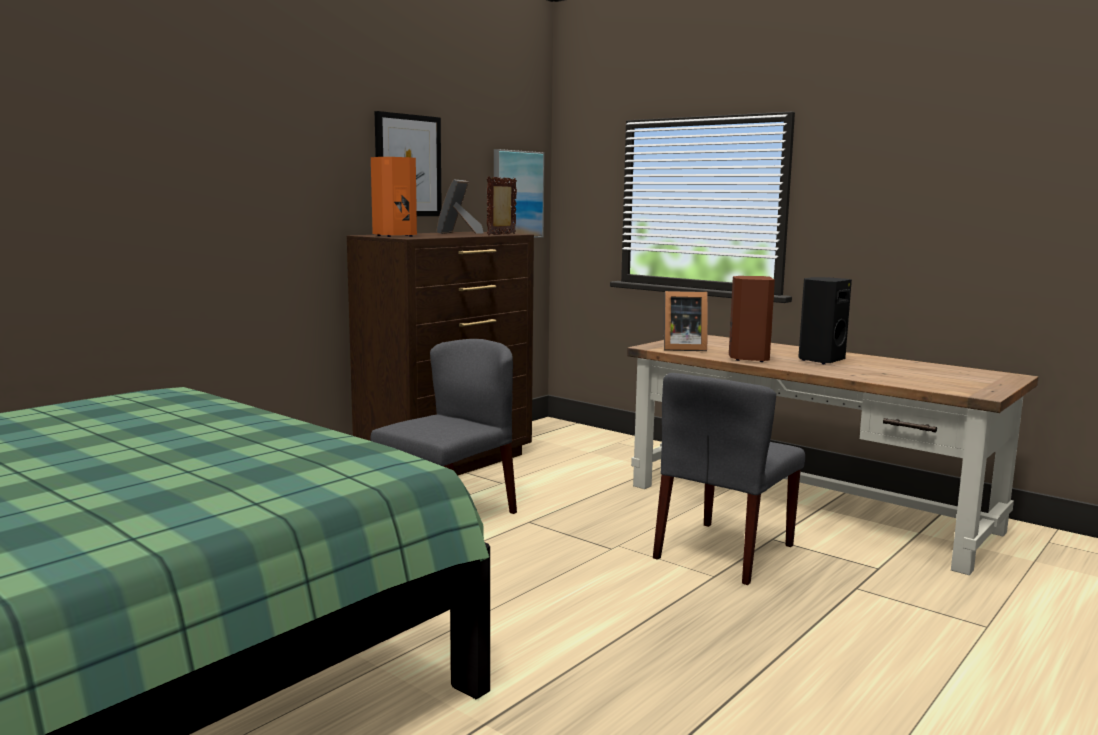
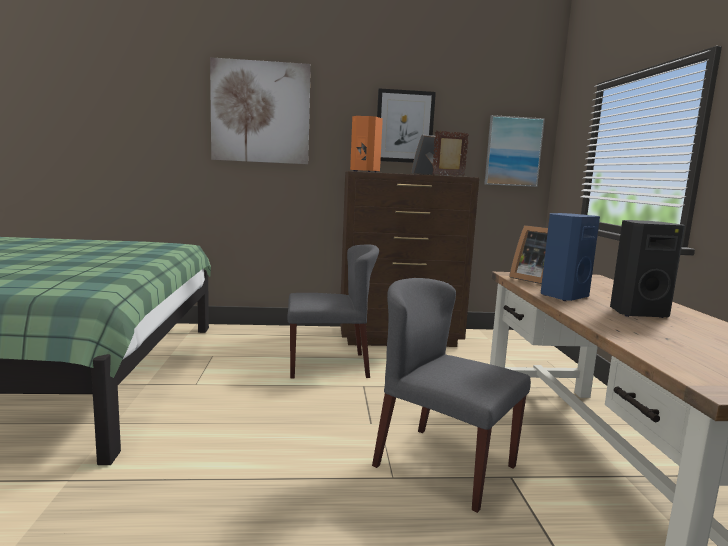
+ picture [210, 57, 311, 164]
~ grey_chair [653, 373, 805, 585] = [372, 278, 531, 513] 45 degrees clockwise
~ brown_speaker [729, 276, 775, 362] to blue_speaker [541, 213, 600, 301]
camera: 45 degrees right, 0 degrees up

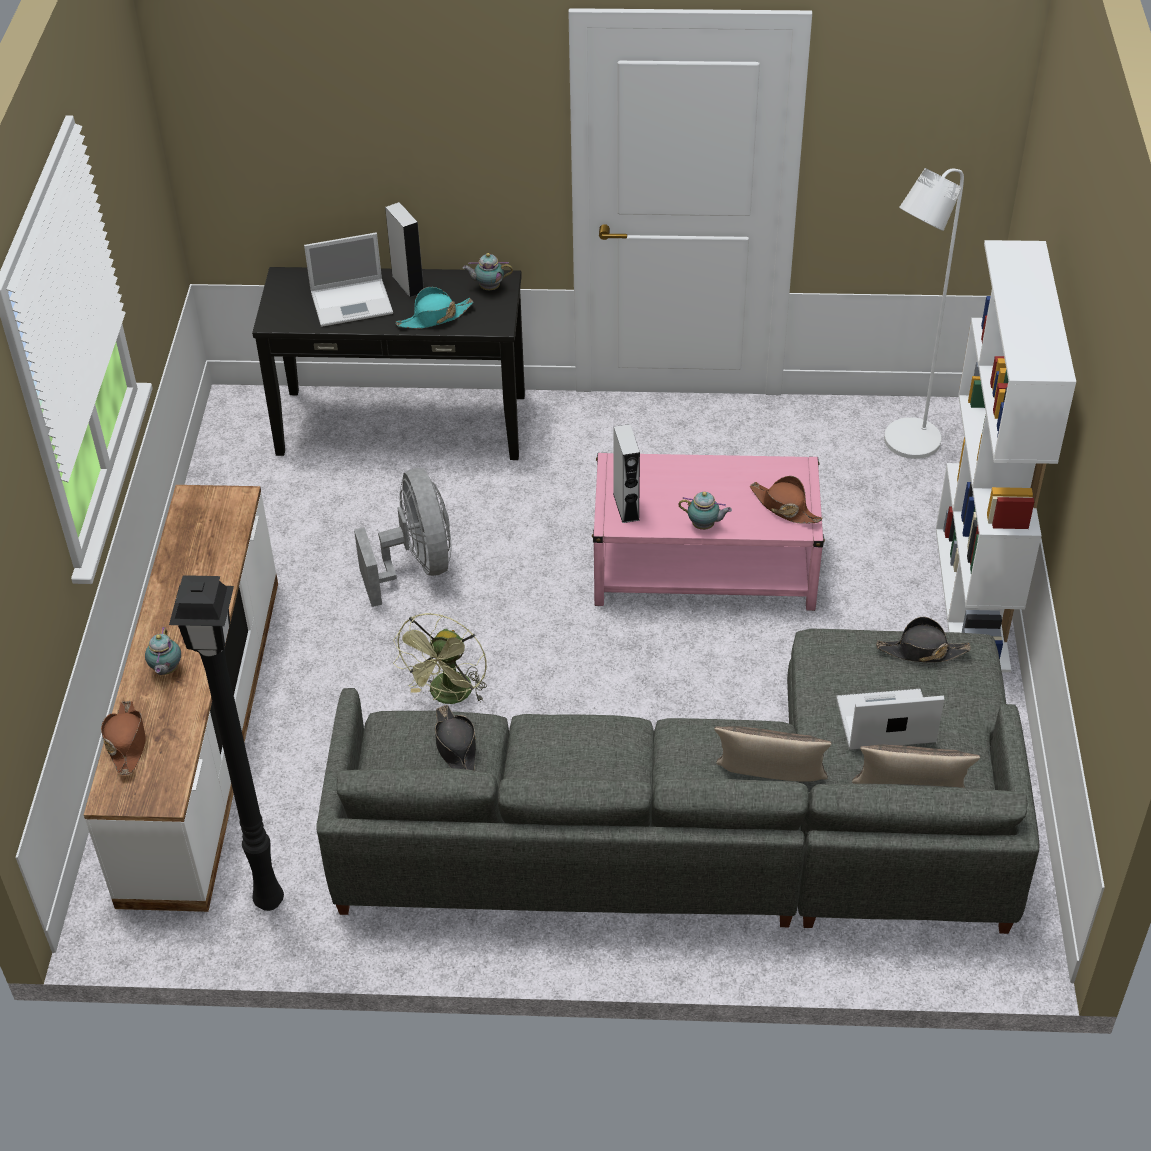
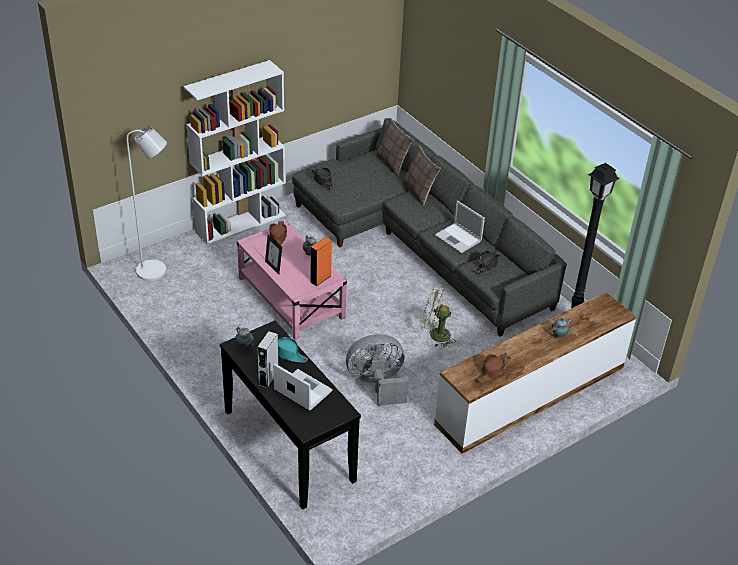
+ picture_frame [265, 234, 282, 274]
~ grey_speaker [613, 424, 640, 523] to orange_speaker [310, 237, 332, 286]
~ grey_fan [354, 468, 452, 607] = [346, 334, 409, 406] 45 degrees clockwise
~ green_fan [393, 613, 487, 704] = [421, 286, 456, 347] 150 degrees counterclockwise
~ laptop [836, 689, 944, 749] to [435, 201, 485, 253]
~ brown_hat [101, 701, 145, 775] to [476, 354, 510, 383]
camera: 130 degrees left, 5 degrees down

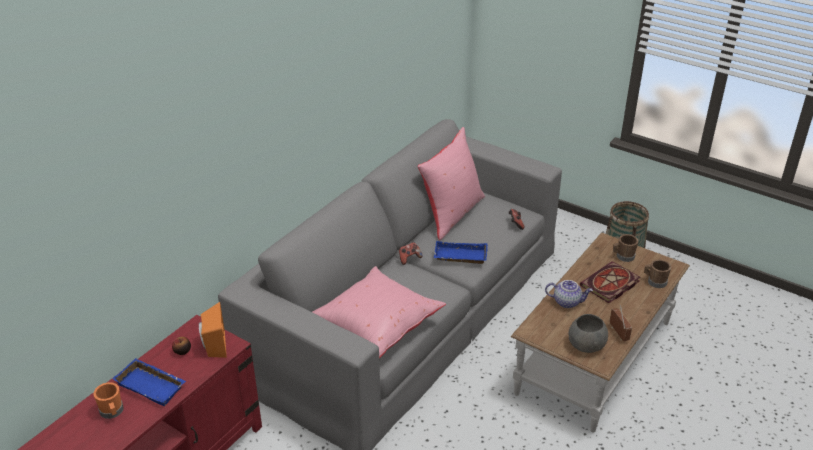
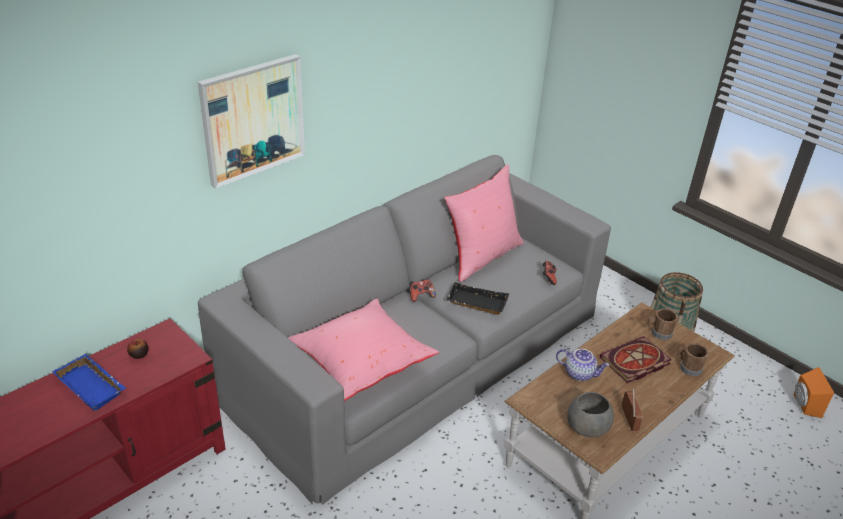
+ picture [198, 54, 305, 189]
~ blue_tray [434, 241, 488, 264] to black_tray [446, 282, 509, 315]
~ orange_speaker [199, 302, 227, 358] to [794, 367, 834, 418]
- orange_mug [94, 382, 124, 419]
camera: 10 degrees right, 0 degrees up

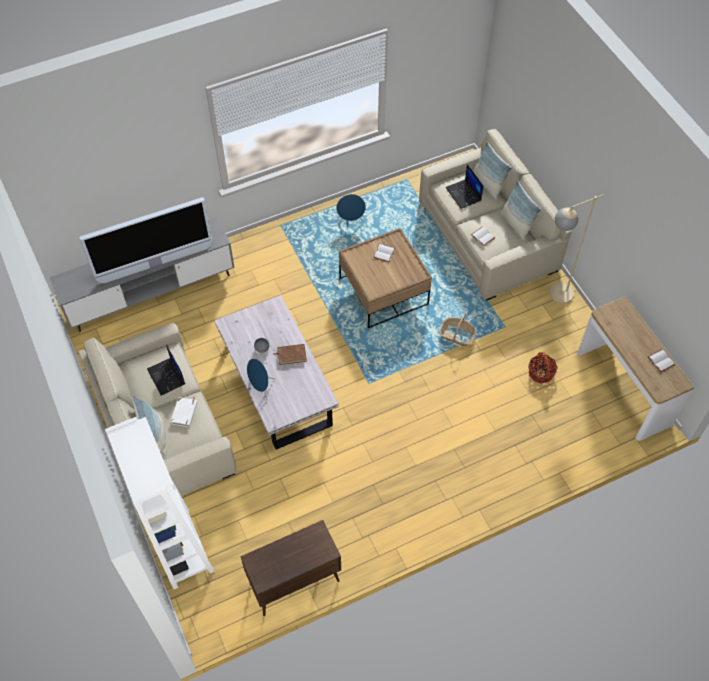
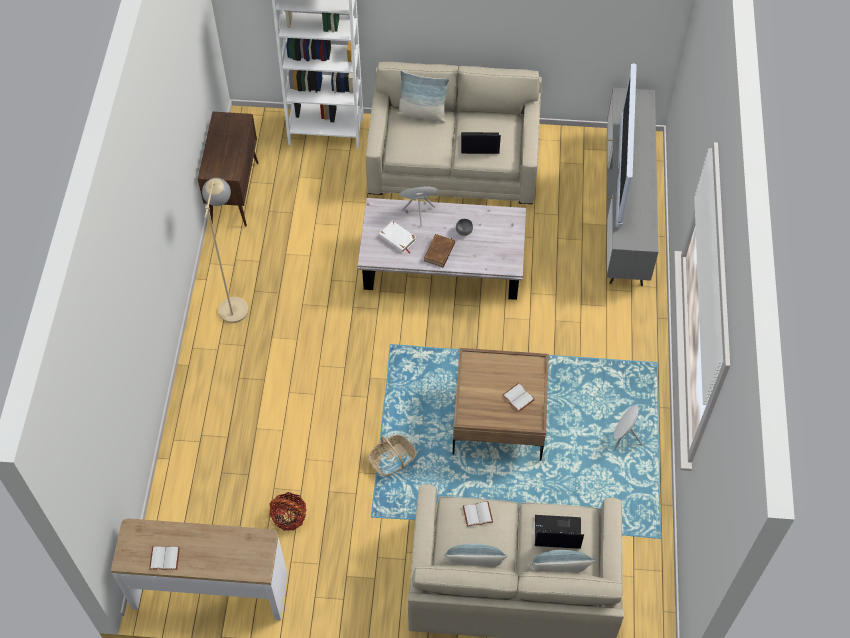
~ beige_floor_lamp [550, 194, 604, 304] to [202, 178, 249, 323]
~ white_book [171, 397, 198, 427] to [379, 221, 416, 254]
~ blue_speaker [336, 194, 366, 225] to white_speaker [614, 405, 643, 451]
camera: 120 degrees right, 0 degrees up

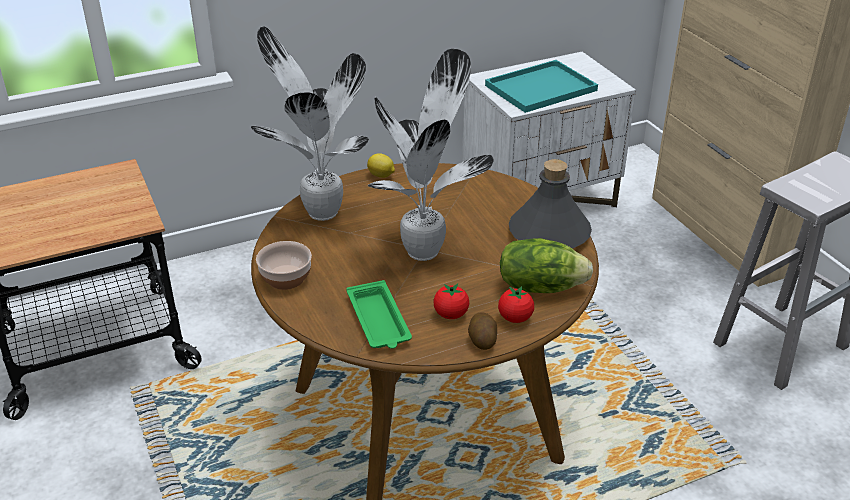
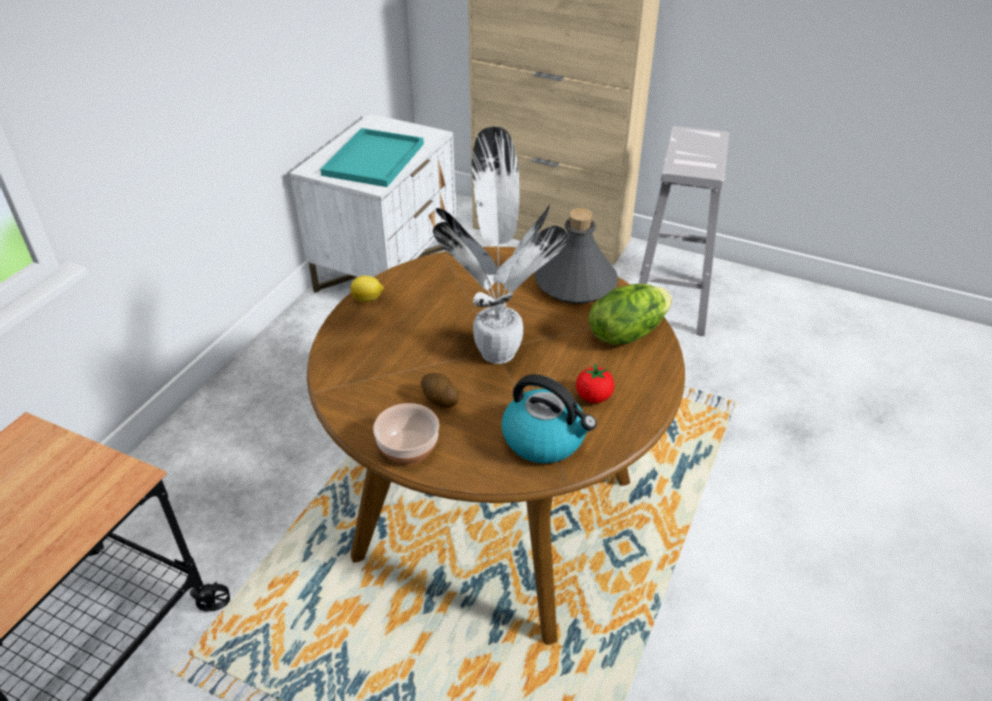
~ potato [468, 312, 497, 350] to [421, 373, 459, 408]
~ green_tray [346, 280, 412, 349] to kettle [501, 374, 597, 463]
- potted_plant [251, 26, 369, 221]
- tomato [498, 286, 534, 323]
camera: 40 degrees left, 5 degrees up

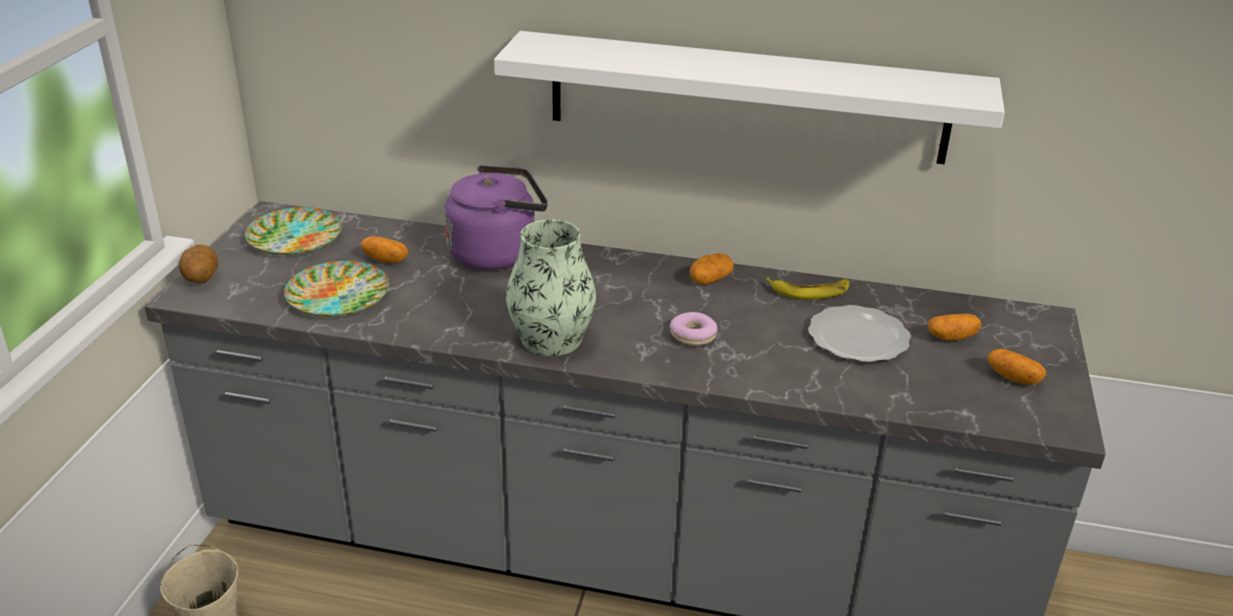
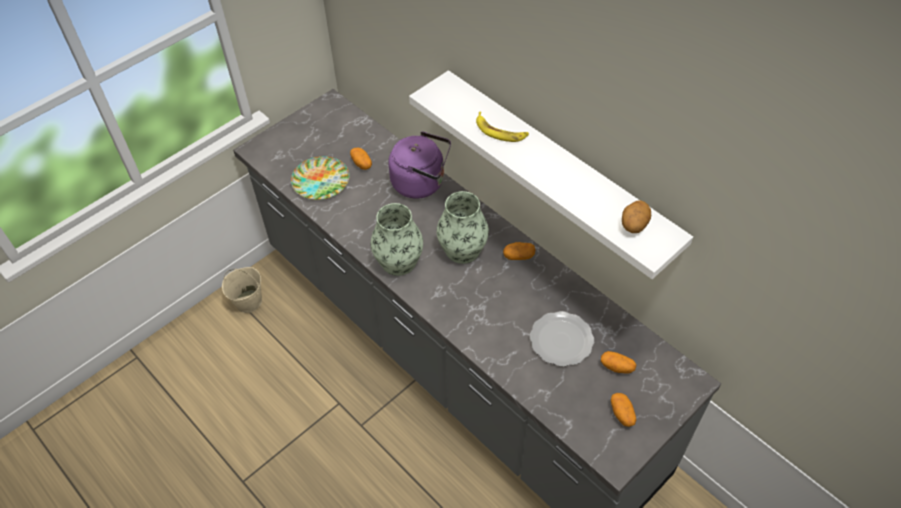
+ vase [436, 191, 489, 264]
~ banana [766, 278, 849, 299] to [476, 112, 529, 142]
~ potato [179, 244, 218, 283] to [622, 200, 651, 233]
- plate [245, 207, 342, 255]
- donut [670, 312, 717, 346]
camera: 35 degrees right, 20 degrees up

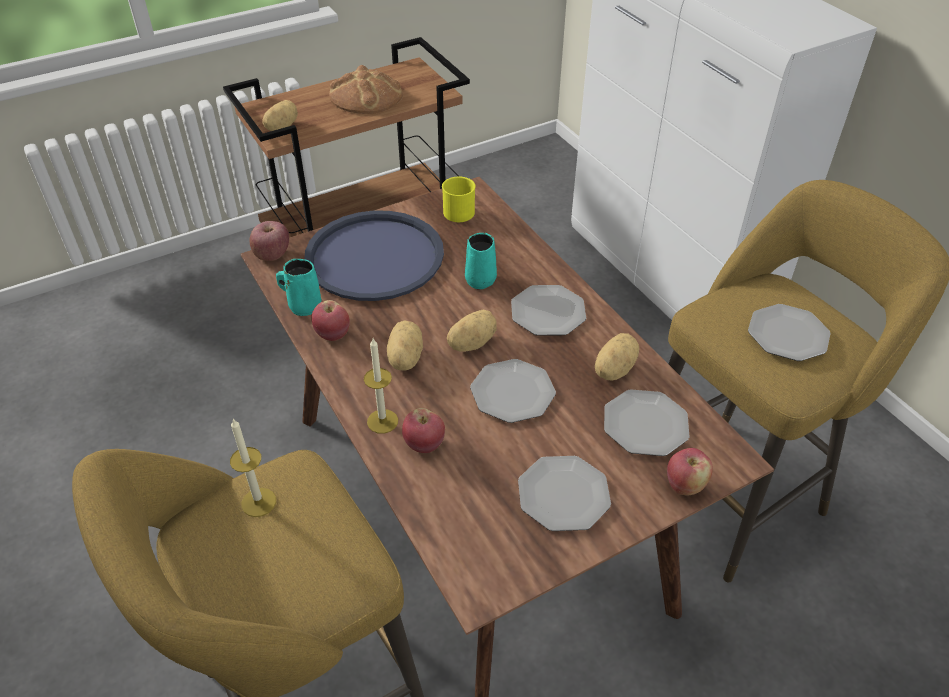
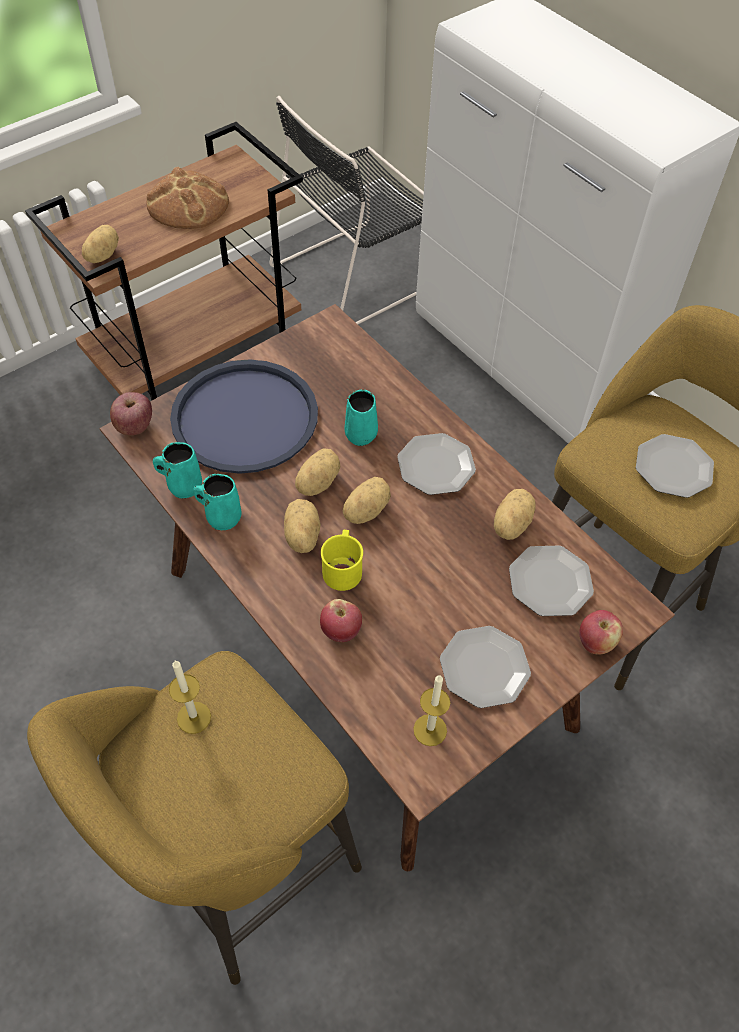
~ apple [311, 300, 350, 341] to turquoise_mug [193, 474, 242, 530]
+ black_chair [269, 96, 424, 324]
+ potato [295, 448, 340, 496]
~ yellow_mug [442, 177, 476, 222] to [321, 530, 363, 591]
~ candle [364, 339, 398, 434] to [413, 675, 450, 746]
- plate [470, 359, 556, 423]
camera: 10 degrees left, 10 degrees up

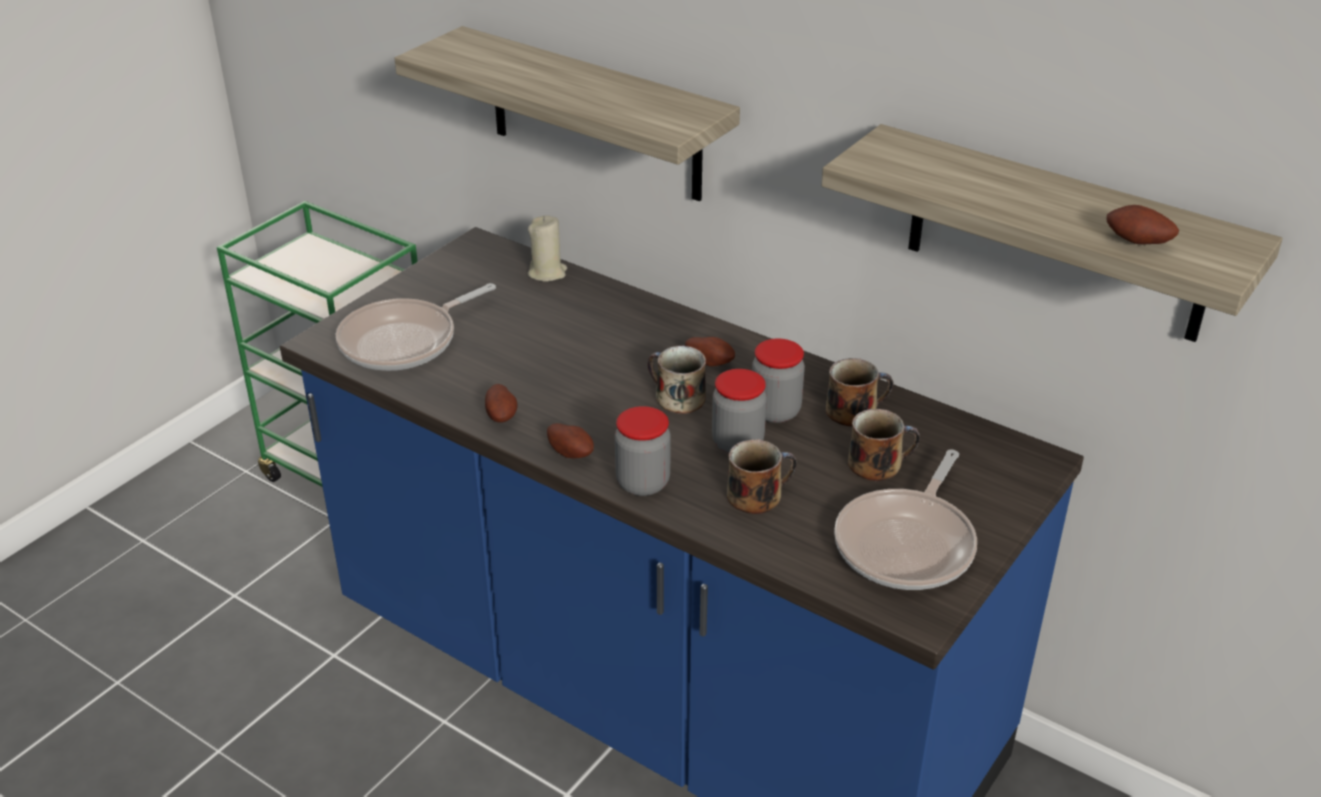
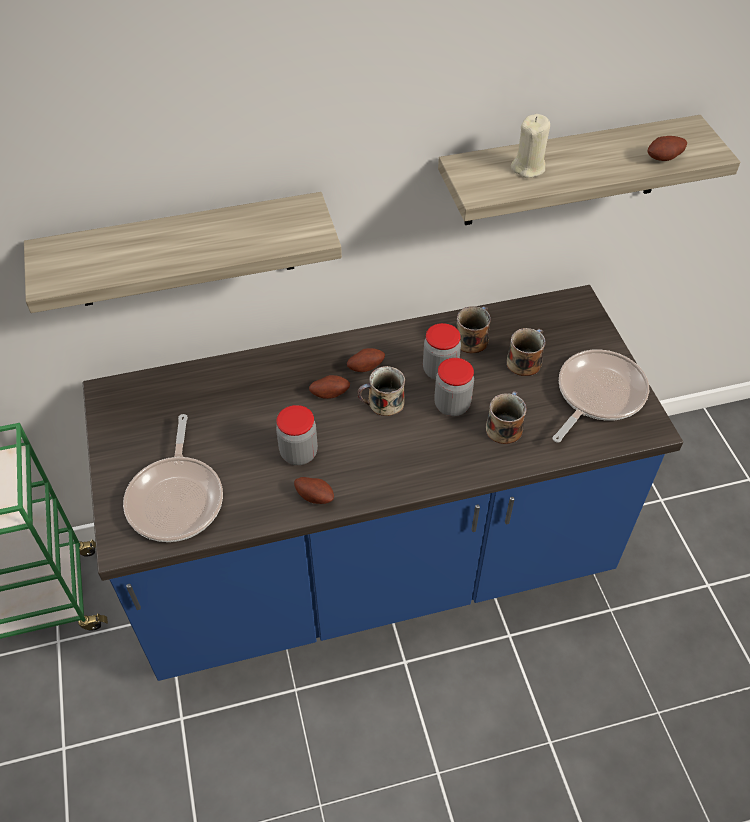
~ jar [615, 406, 671, 496] to [276, 405, 318, 465]
~ potato [547, 423, 594, 459] to [309, 375, 350, 399]
~ beige_candle [527, 215, 567, 282] to [511, 114, 550, 178]
~ frying_pan [834, 450, 977, 590] = [552, 349, 649, 443] 120 degrees counterclockwise
camera: 50 degrees left, 15 degrees up

